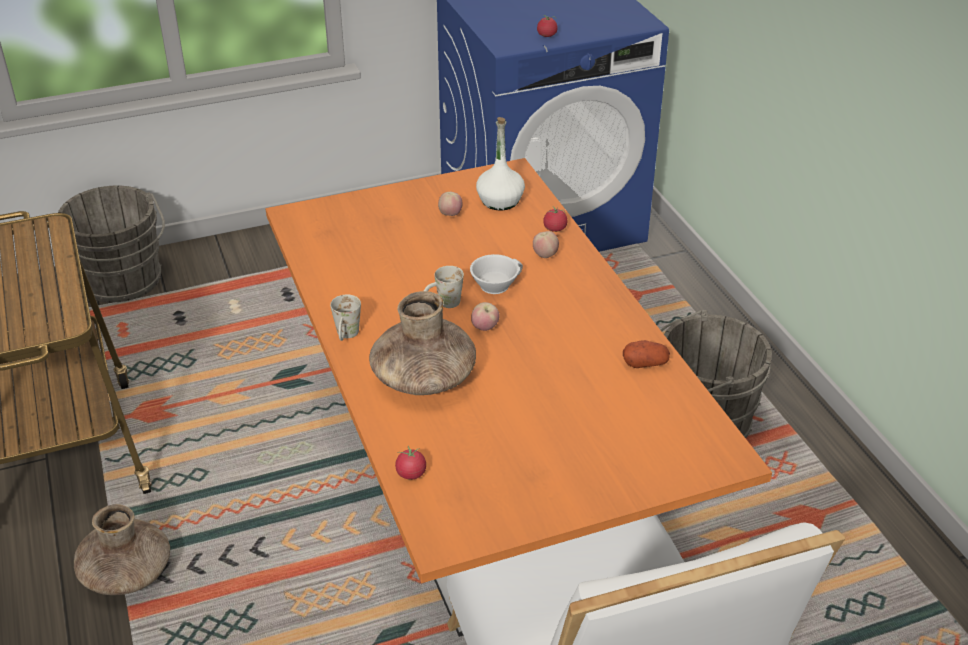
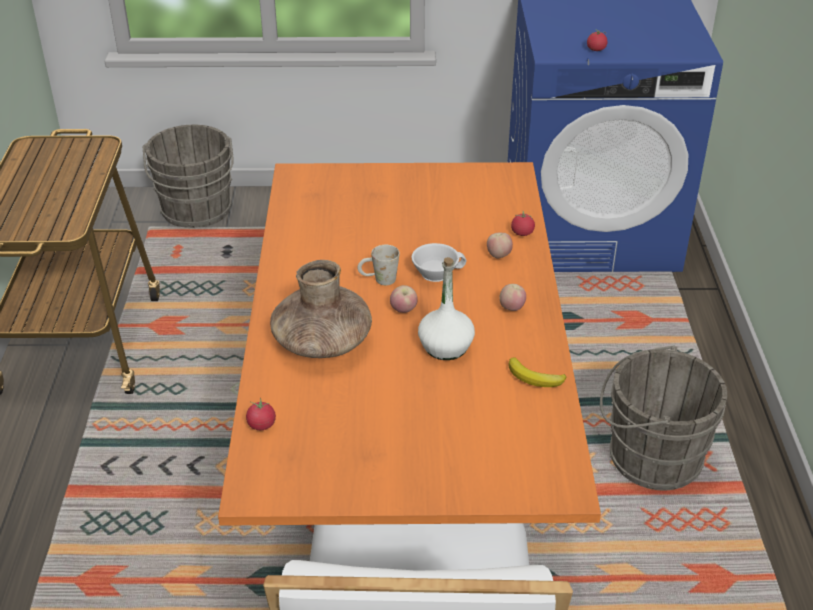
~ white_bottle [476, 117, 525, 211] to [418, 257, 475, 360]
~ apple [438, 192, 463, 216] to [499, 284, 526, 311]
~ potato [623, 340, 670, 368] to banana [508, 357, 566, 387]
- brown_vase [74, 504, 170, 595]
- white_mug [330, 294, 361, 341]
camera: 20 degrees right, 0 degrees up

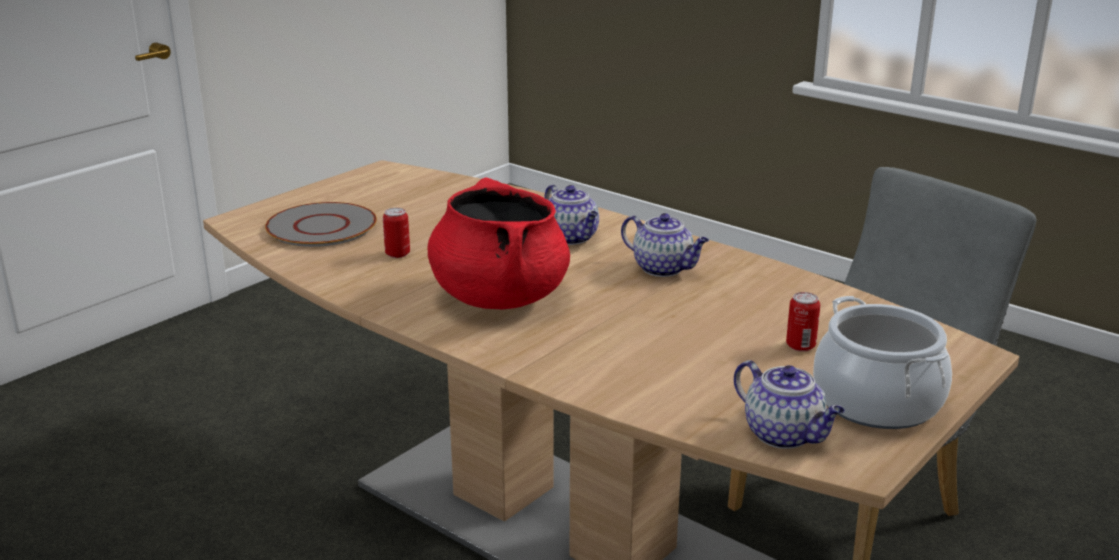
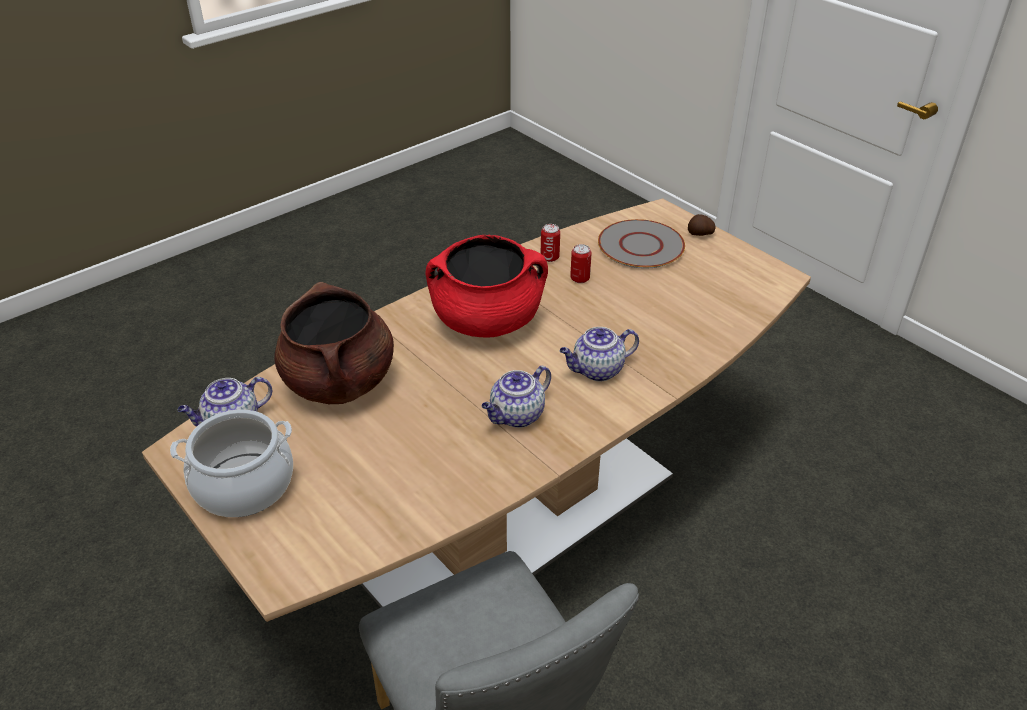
+ brown_cooking_pot [274, 282, 394, 404]
~ can [786, 292, 820, 352] to [541, 224, 560, 262]
+ potato [688, 214, 716, 236]
camera: 100 degrees right, 15 degrees up

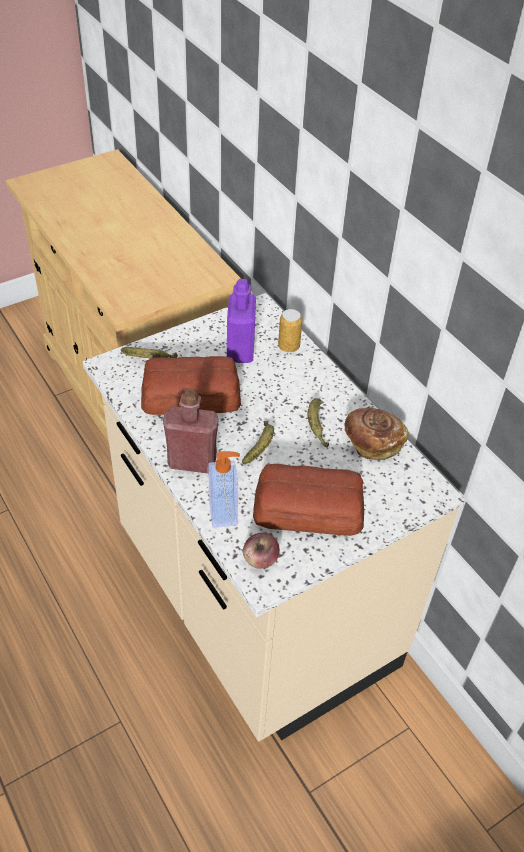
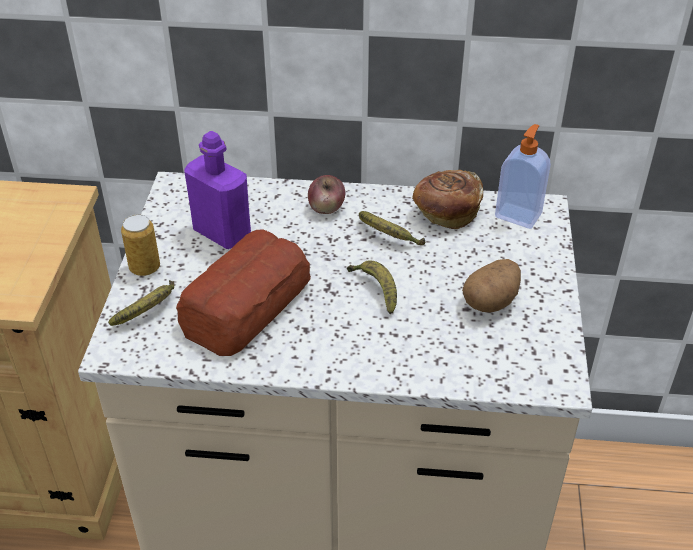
~ can [278, 309, 302, 352] to [121, 214, 160, 276]
~ apple [243, 533, 280, 569] to [308, 175, 345, 214]
~ bread [253, 464, 364, 536] to potato [462, 259, 521, 312]
~ soap_dispenser [208, 451, 240, 528] to [495, 124, 551, 229]
- red_bottle [163, 389, 219, 474]
camera: 50 degrees left, 5 degrees down

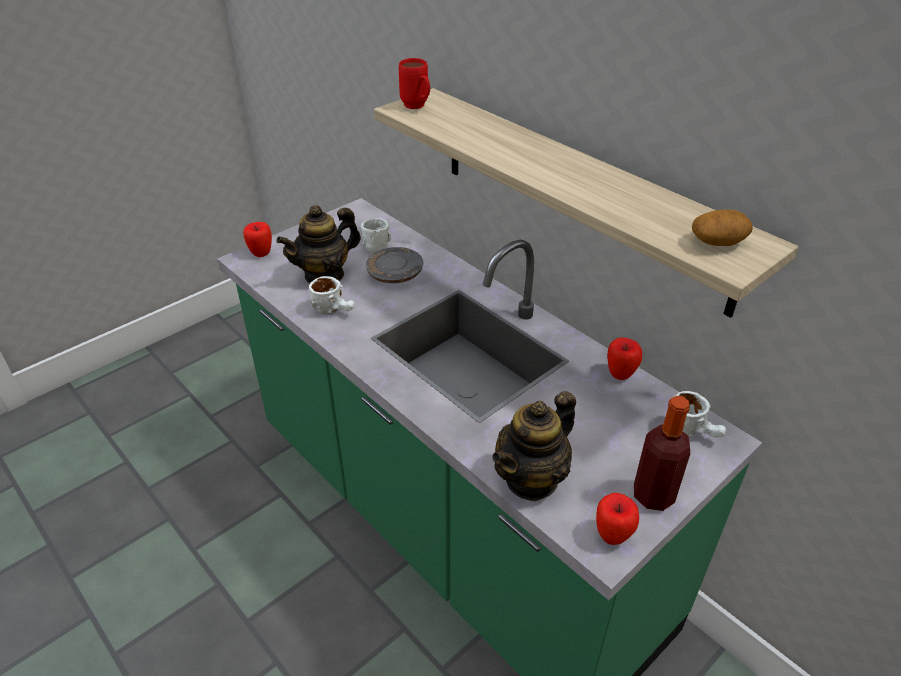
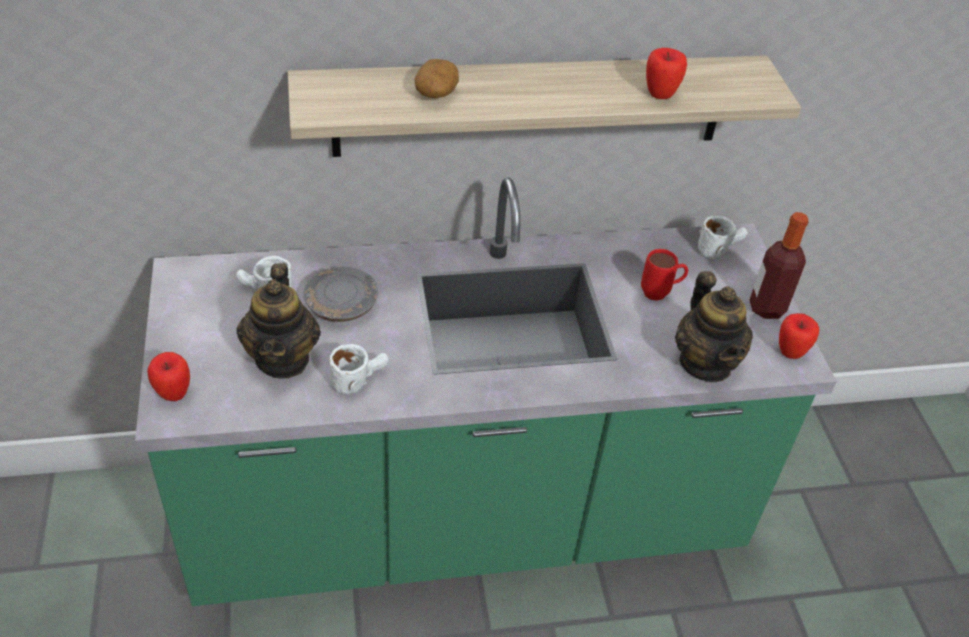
~ potato [692, 210, 753, 246] to [415, 59, 459, 98]
~ red_mug [399, 58, 430, 109] to [641, 249, 688, 301]
~ apple [608, 337, 642, 380] to [646, 48, 687, 99]
camera: 60 degrees left, 5 degrees up

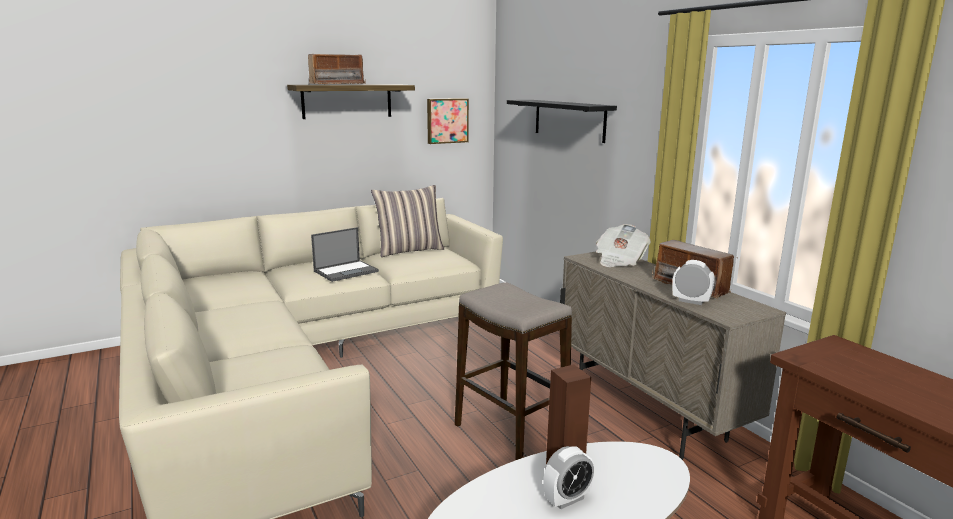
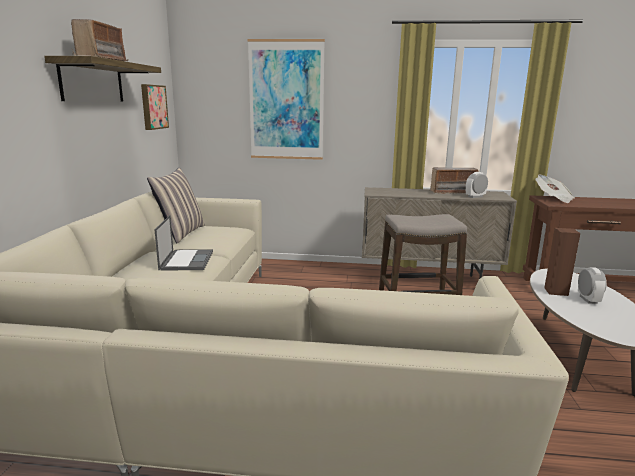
~ black_shelf [507, 100, 617, 143] to picture [248, 39, 325, 160]
~ newspaper [596, 224, 651, 267] to [535, 175, 575, 203]
camera: 55 degrees left, 0 degrees up

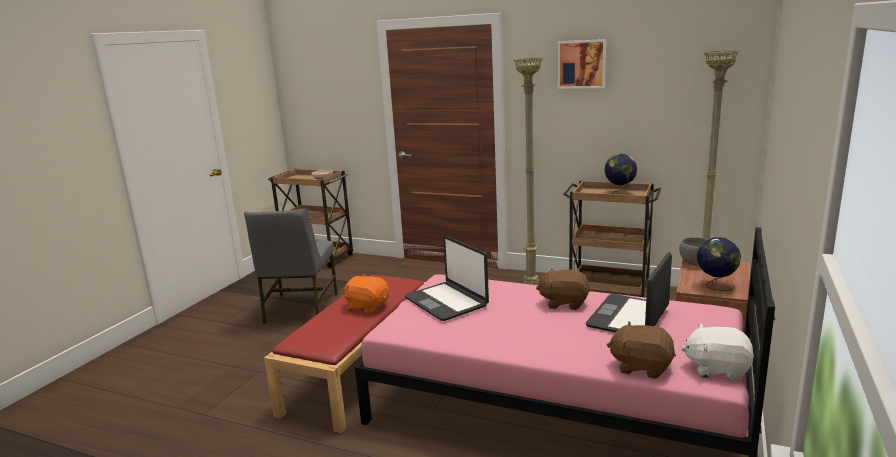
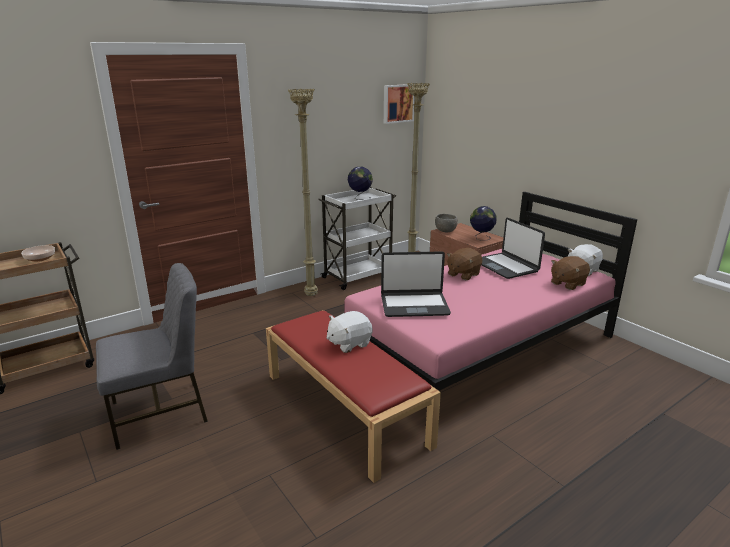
~ grey_chair [244, 209, 338, 324] = [96, 263, 208, 450] 60 degrees counterclockwise
~ brown_cart [563, 180, 661, 297] to white_cart [318, 187, 396, 290]
~ orange_plush_toy [344, 274, 389, 314] to white_plush_toy [326, 311, 373, 353]
~ picture [558, 39, 606, 89] to [384, 84, 415, 124]
camera: 60 degrees left, 5 degrees up

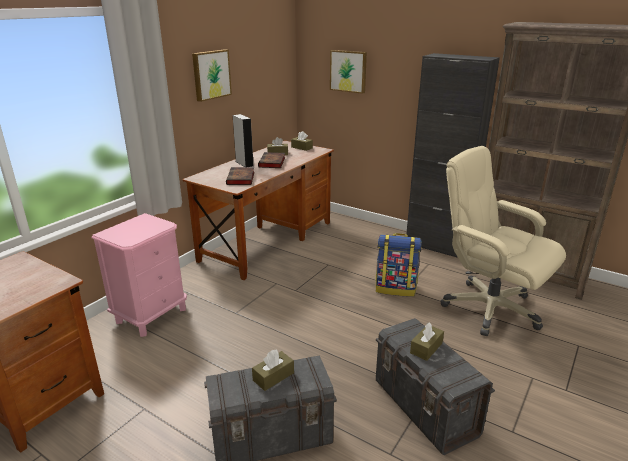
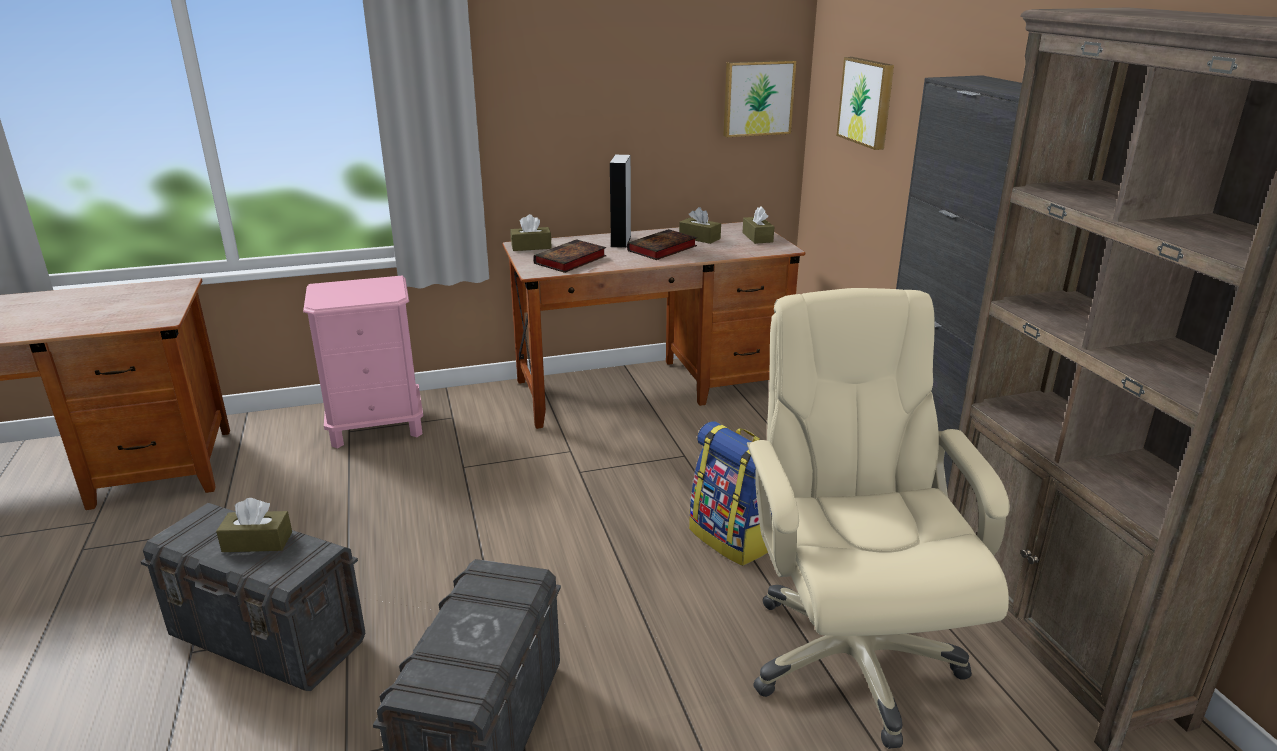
~ brown_tissue_box [410, 322, 444, 361] to [511, 214, 552, 251]
~ picture [192, 49, 232, 102] to [723, 60, 796, 137]
camera: 40 degrees right, 0 degrees up

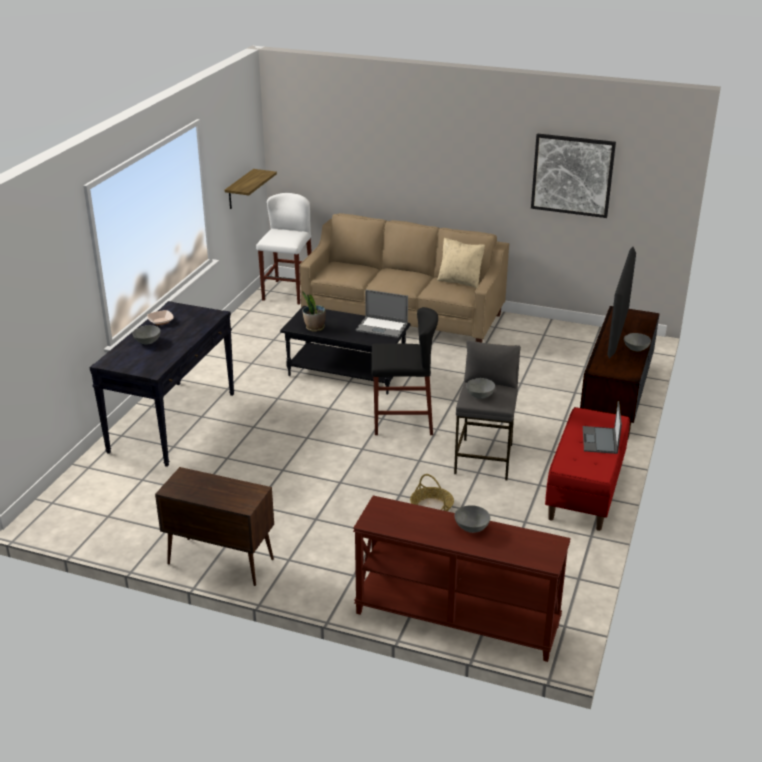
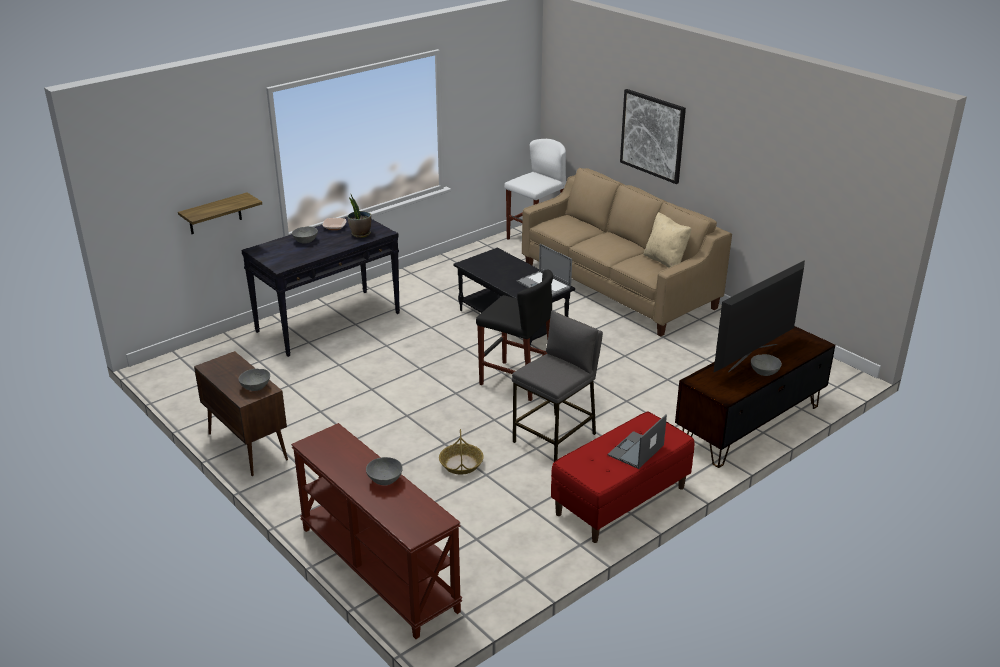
~ shelf [225, 169, 277, 209] to [178, 193, 262, 234]
~ grey_bowl [466, 378, 495, 399] to [238, 369, 270, 391]
~ potted_plant [302, 291, 326, 332] to [348, 195, 371, 238]
~ picture [531, 133, 616, 218] to [620, 89, 686, 184]
camera: 30 degrees right, 0 degrees up

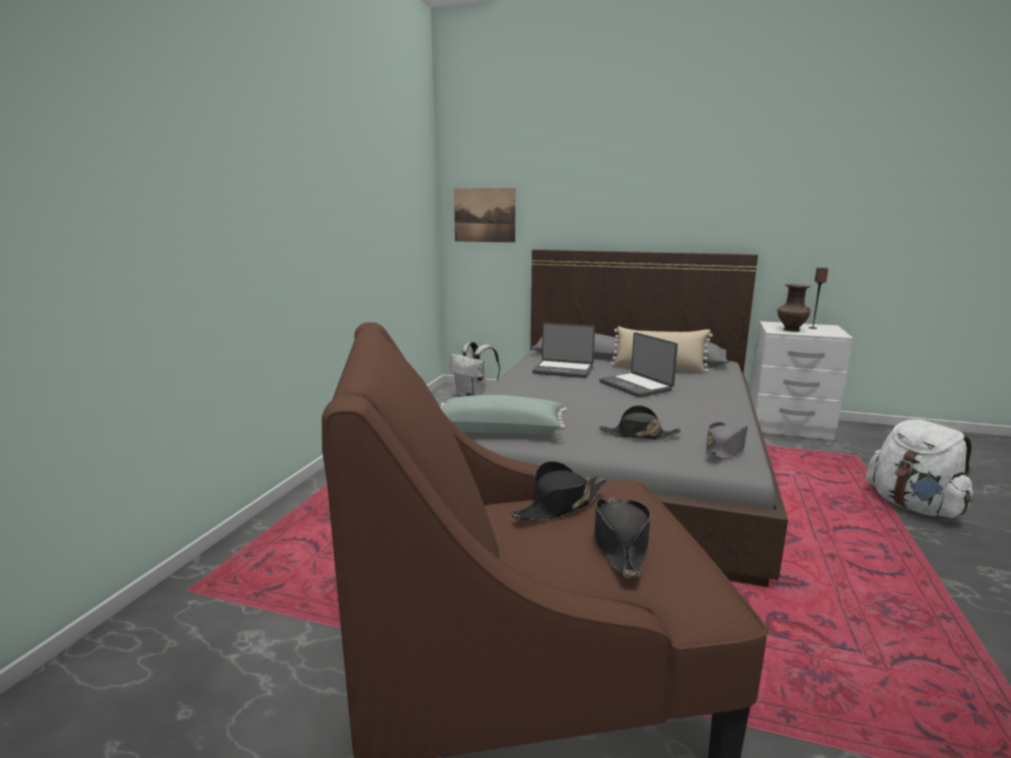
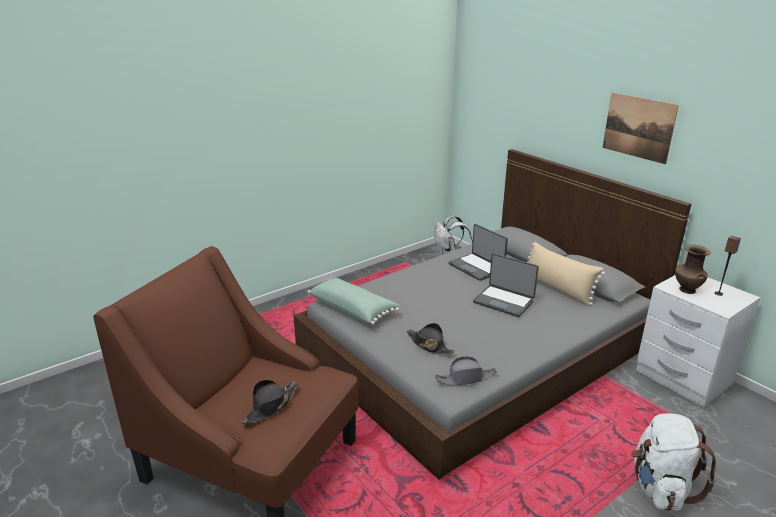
~ laptop [599, 332, 678, 398] = [473, 253, 539, 317] 60 degrees counterclockwise
~ picture [454, 188, 516, 243] to [603, 92, 679, 164]
- black_hat [511, 461, 606, 520]
camera: 35 degrees right, 10 degrees up

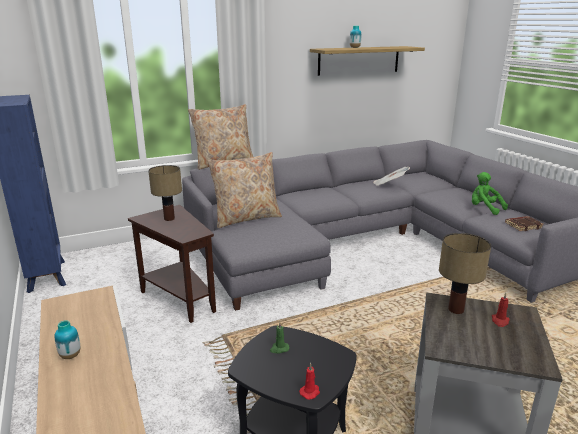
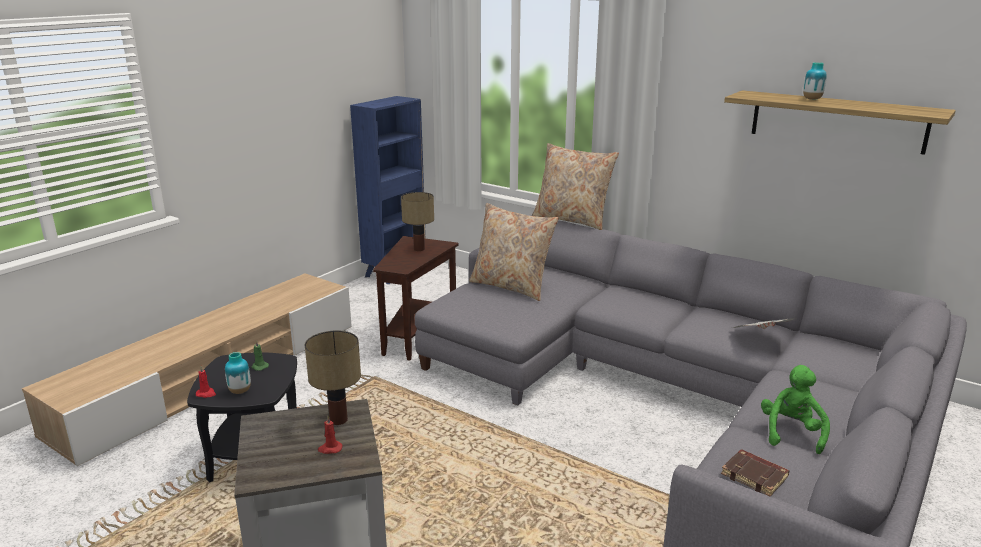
~ vase [55, 320, 80, 359] to [225, 352, 251, 394]
camera: 60 degrees right, 0 degrees up

